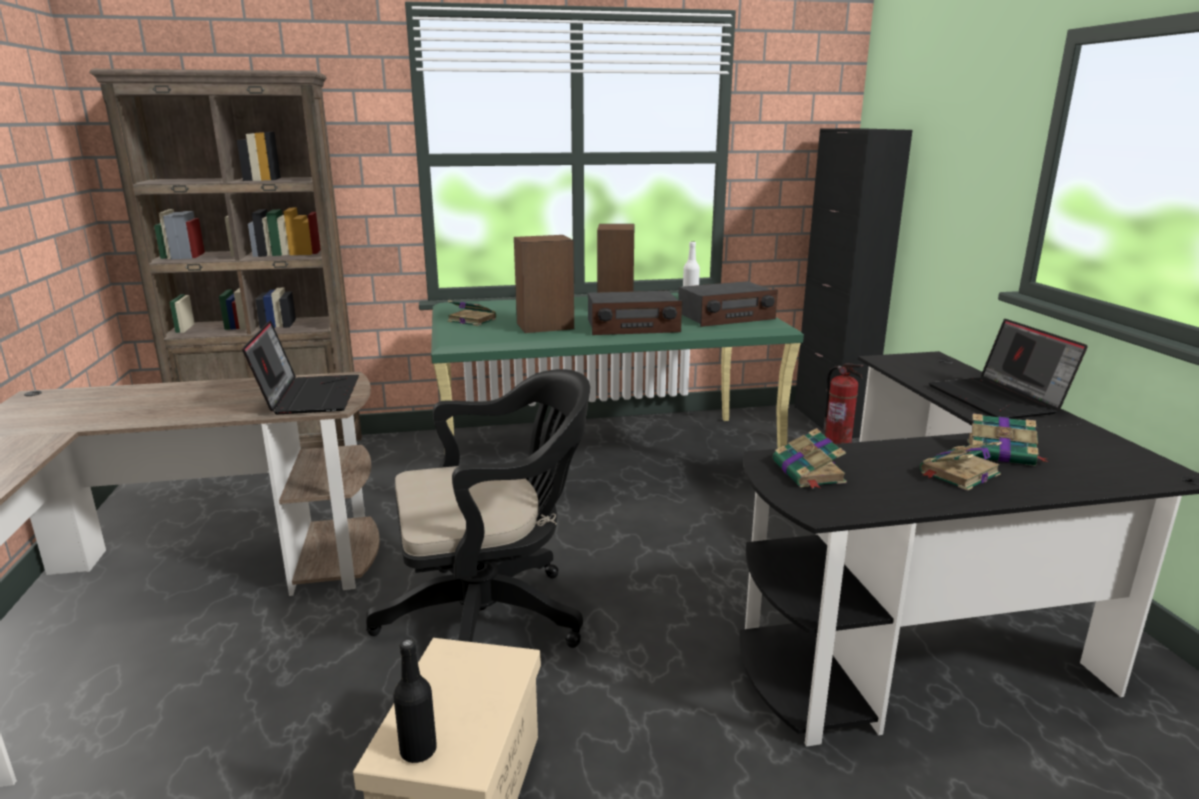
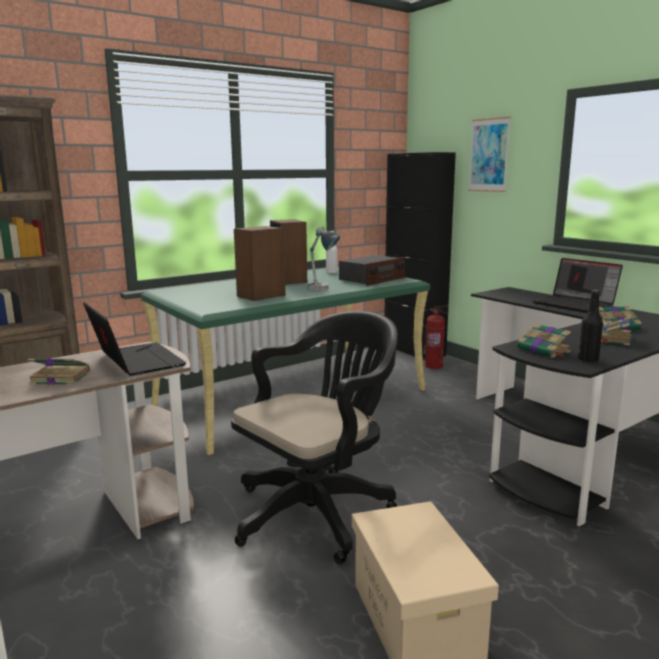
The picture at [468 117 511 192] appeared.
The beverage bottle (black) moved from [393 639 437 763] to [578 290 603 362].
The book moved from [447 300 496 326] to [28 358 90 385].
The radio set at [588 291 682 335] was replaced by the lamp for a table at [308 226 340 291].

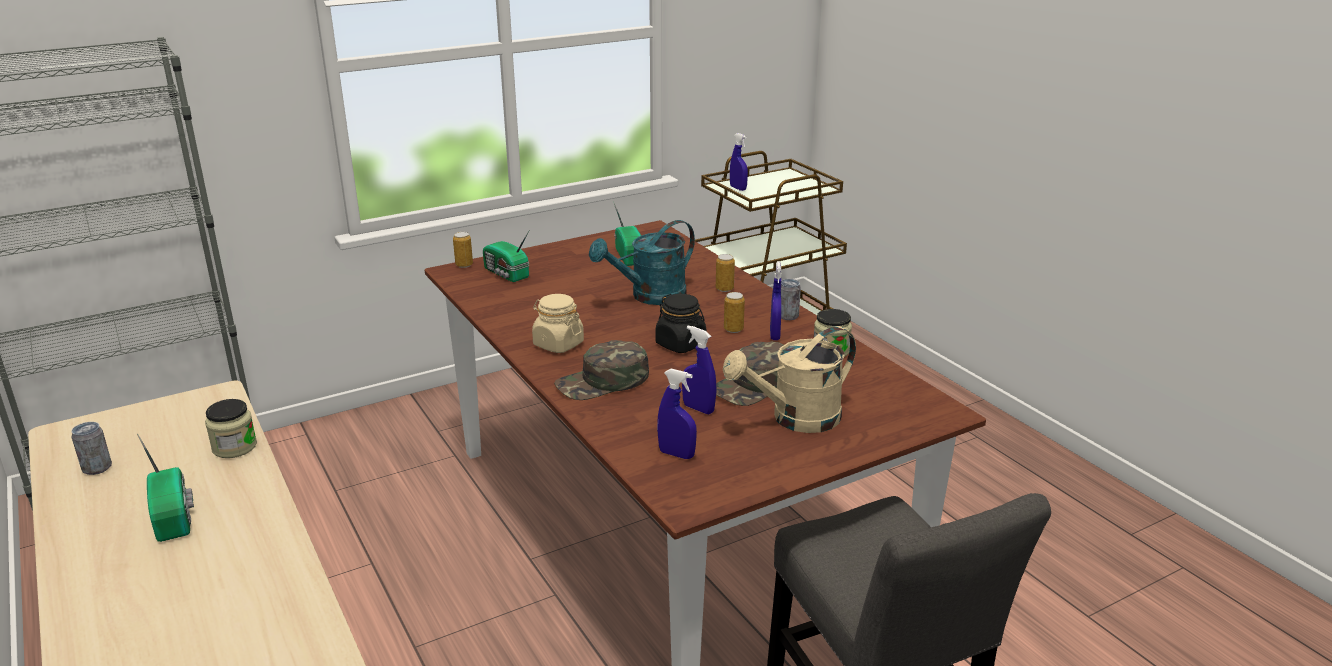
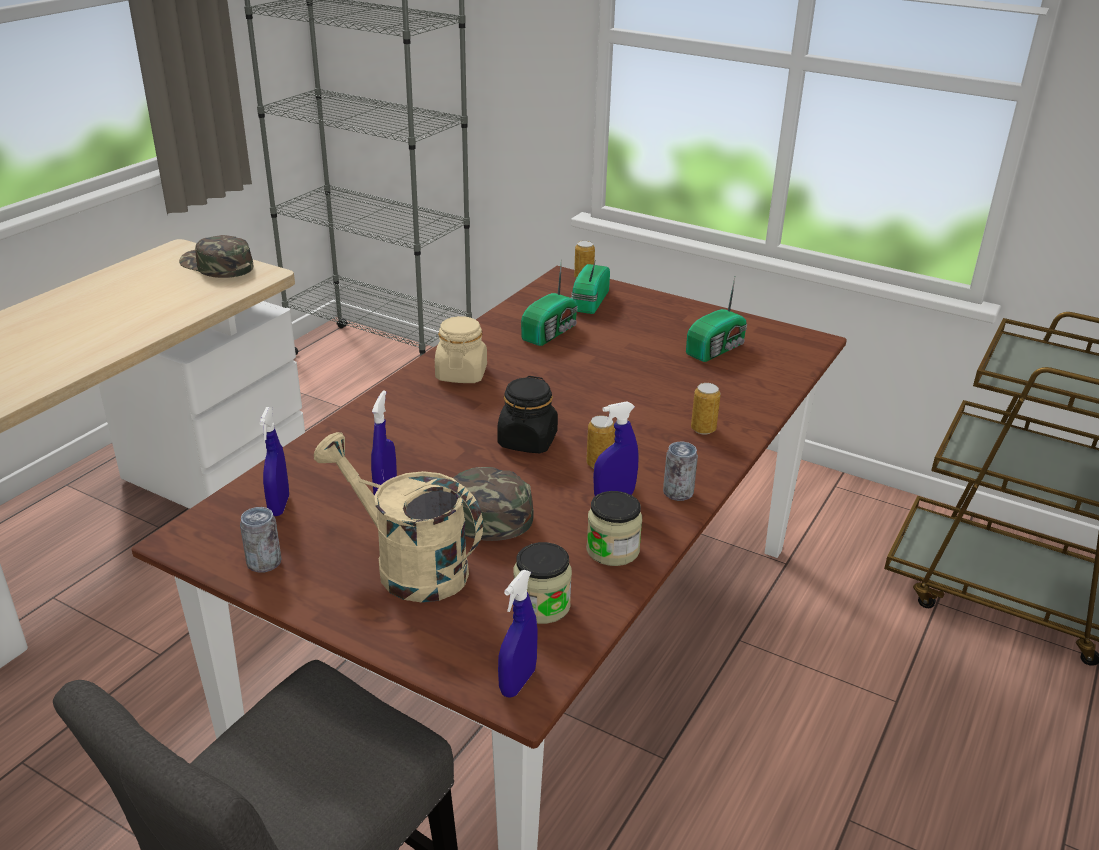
The watering pot (turquoise-coloured) at [589 220 695 305] disappeared.
The sealed can moved from [71 422 112 475] to [240 507 281 573].
The radio set moved from [137 434 194 542] to [521 260 578 346].
The storage jar moved from [205 399 257 458] to [513 542 572 624].
The baseball cap (greenish) moved from [554 340 649 400] to [179 235 253 278].
The spray bottle (blue) moved from [730 133 748 191] to [498 570 538 698].

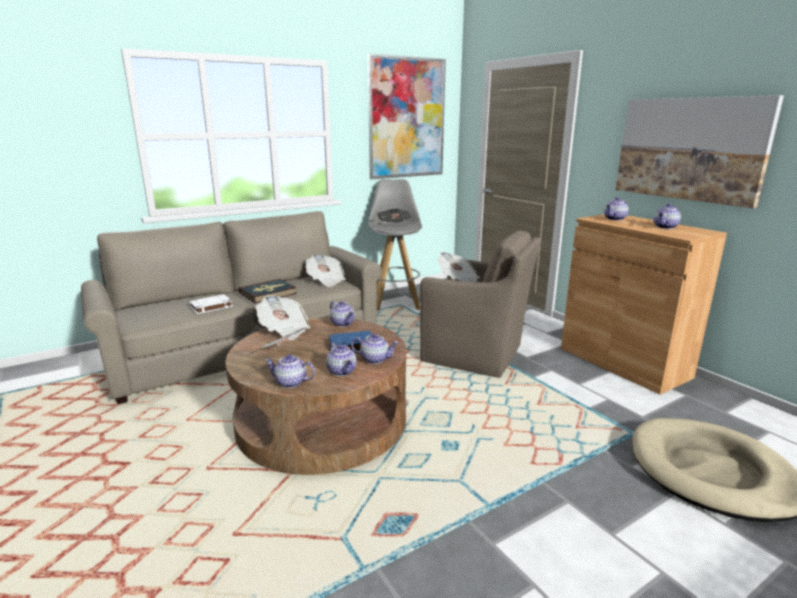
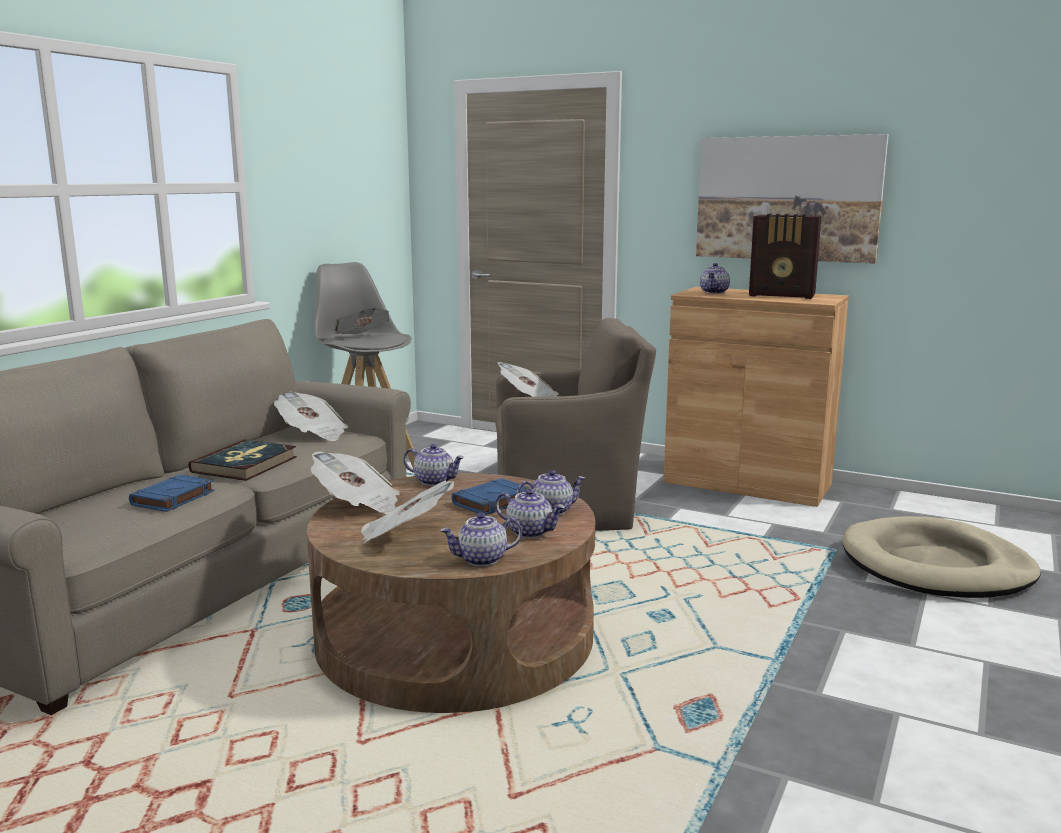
The picture at [367 54 446 179] disappeared.
The teapot at [654 204 681 229] was replaced by the radio set at [749 214 821 299].
The book (whitish) at [189 294 233 314] became the book (blue) at [129 475 215 512].

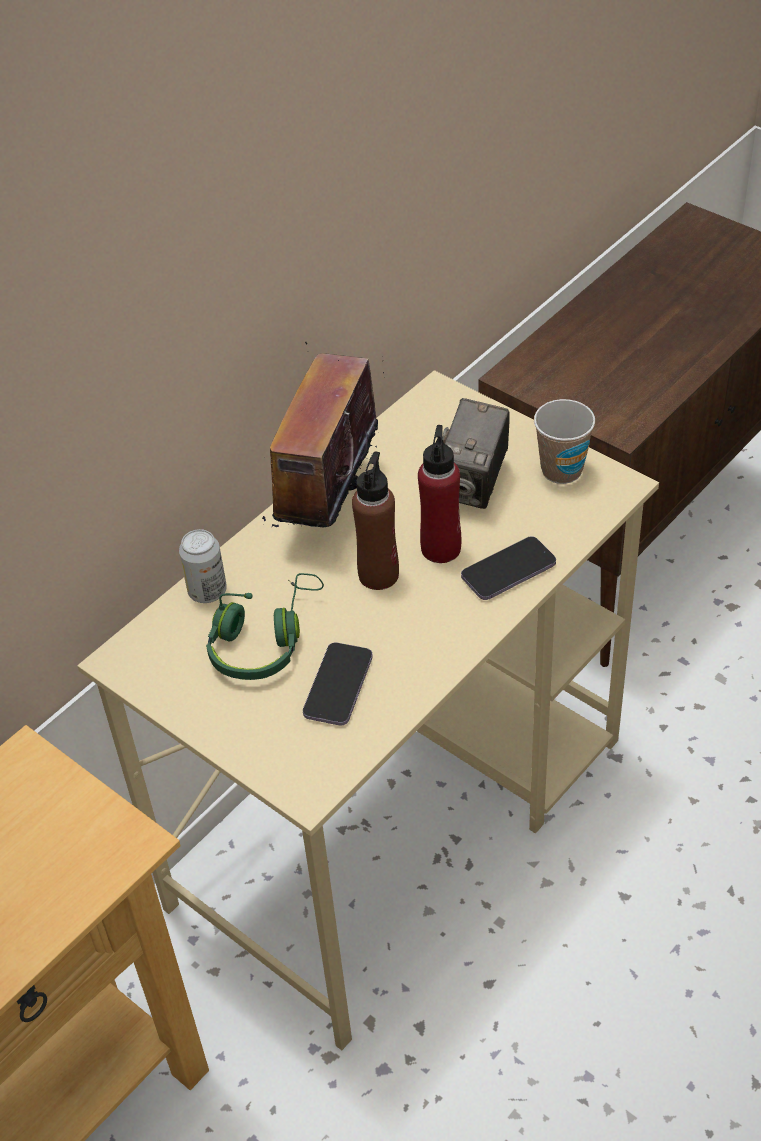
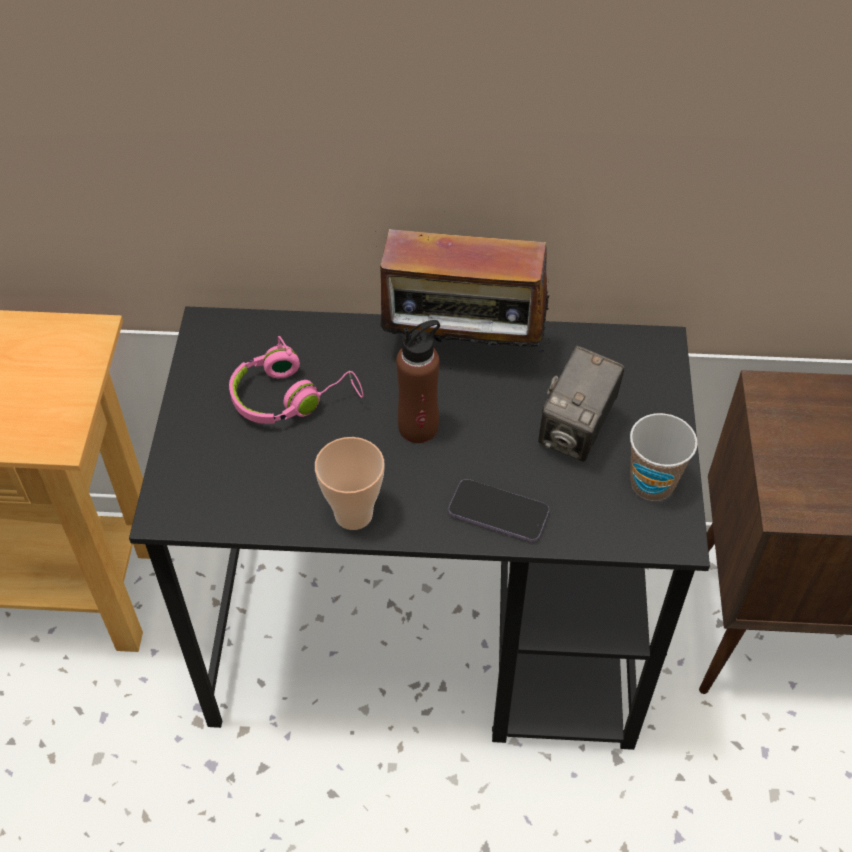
The sealed can at [179 529 227 603] disappeared.
The telephone at [303 643 373 726] disappeared.
The beverage bottle (red) at [418 425 461 563] disappeared.
The cup at [315 437 385 530] appeared.
The desk unit (beige-coloured) at [77 370 659 1050] became the desk unit (black) at [129 306 710 750].
The pair of headphones (greenish) at [206 573 324 680] became the pair of headphones (pinkish) at [229 336 363 424].
The radio set at [262 341 385 528] turned 150 degrees counterclockwise.
The still camera at [443 398 510 509] turned 45 degrees counterclockwise.

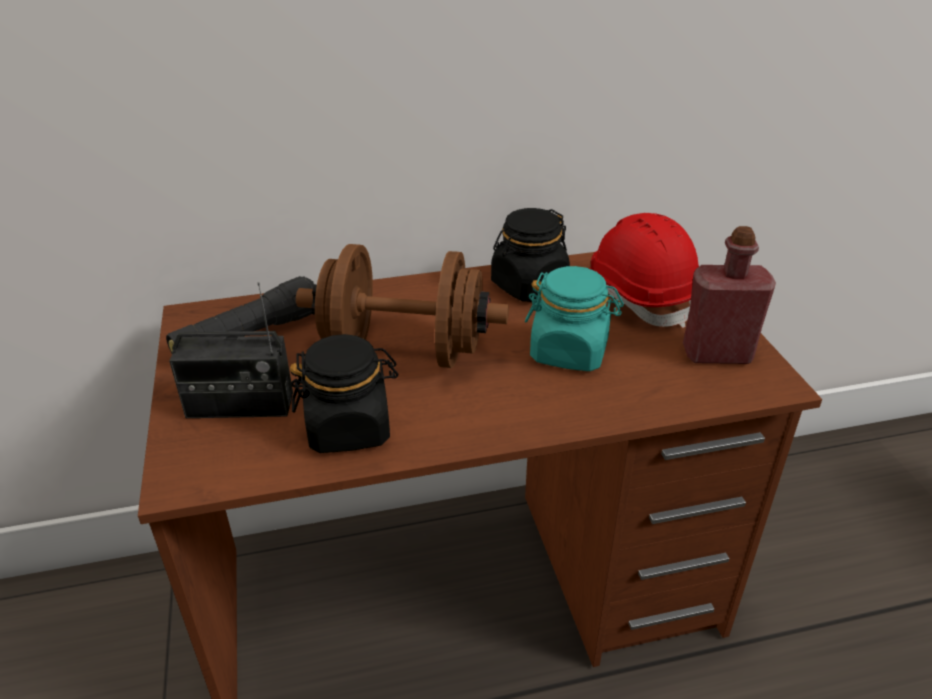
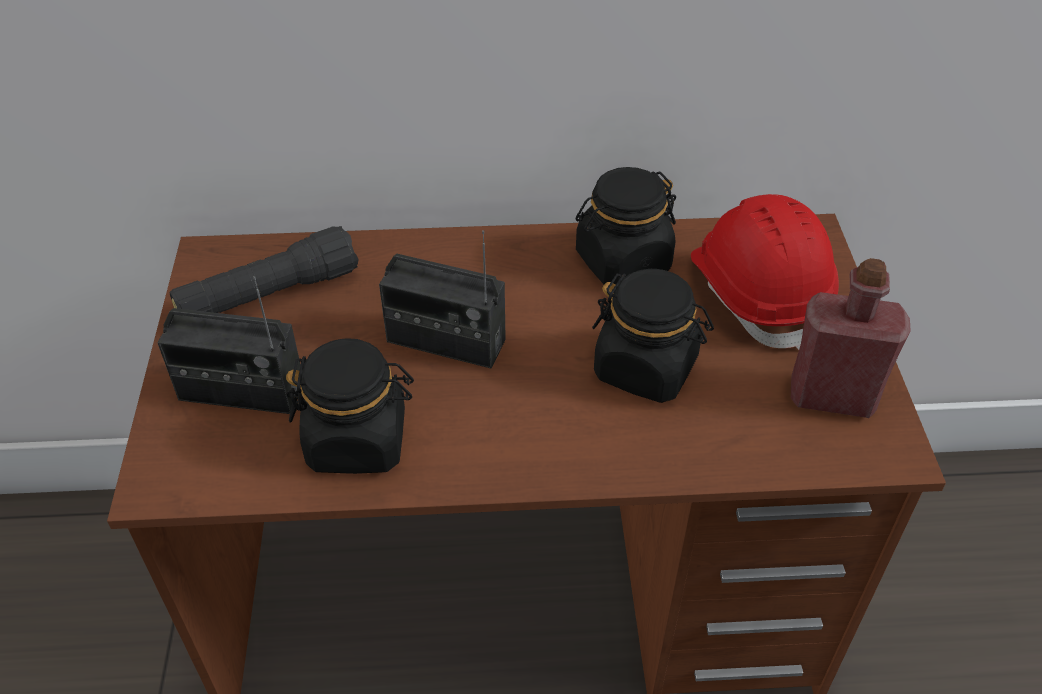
The dumbbell (brown) at [296 244 509 368] was replaced by the radio set at [379 230 506 368].
The storage jar (turquoise-coloured) at [525 266 624 371] became the storage jar (black) at [592 269 714 403].

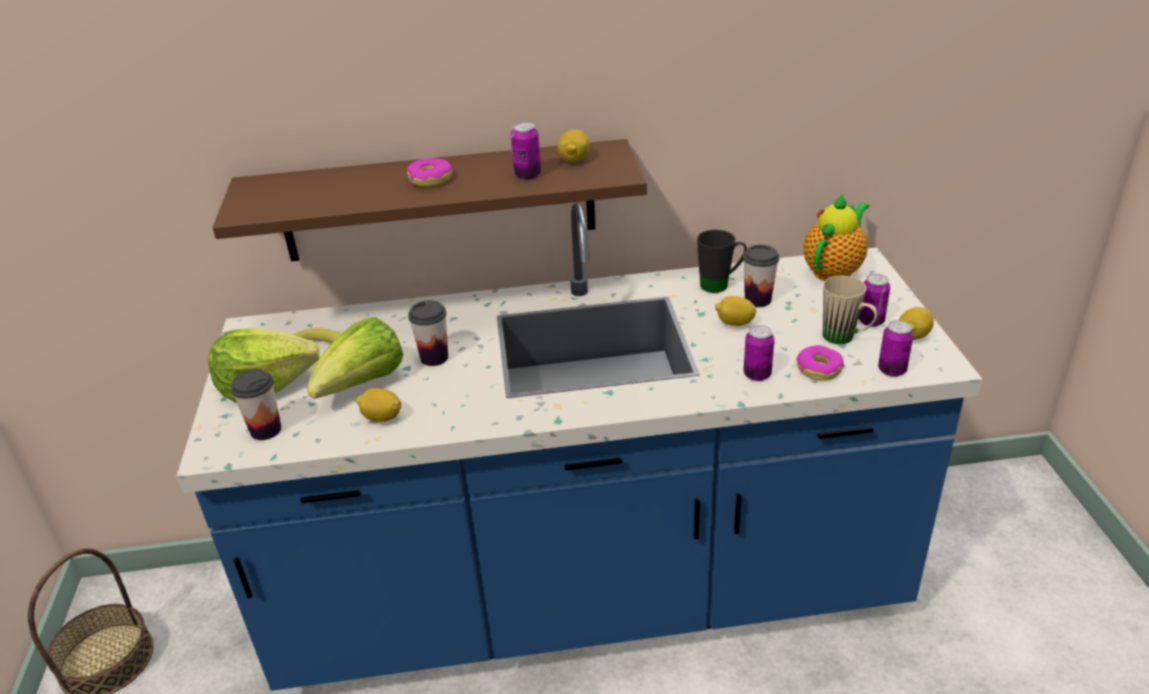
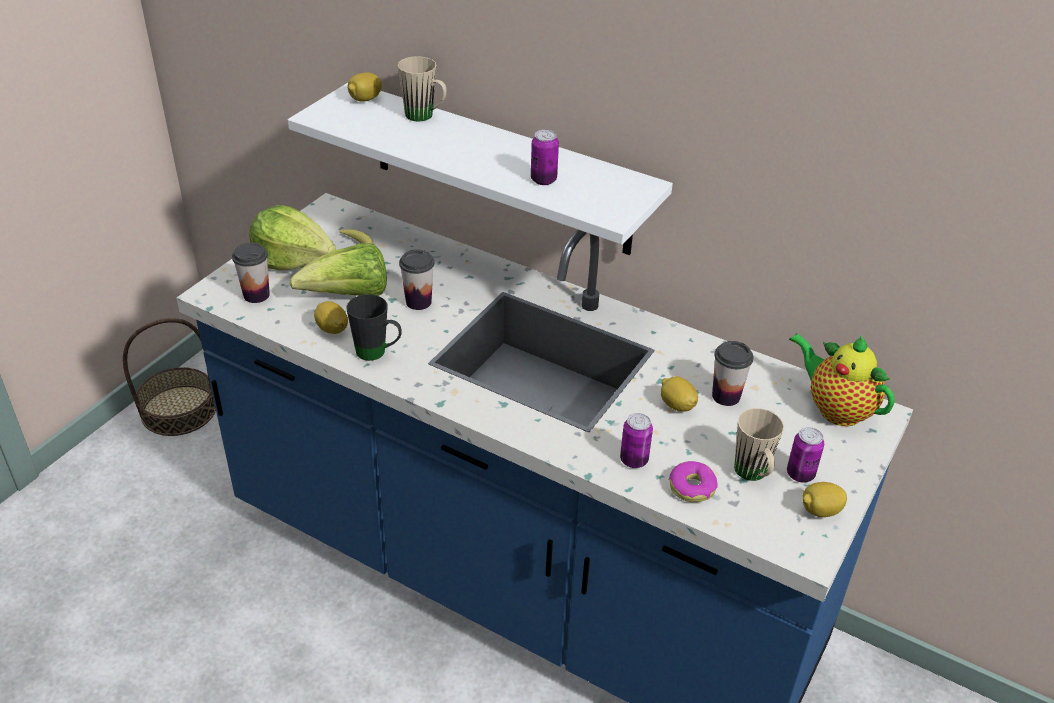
The ring doughnut at [407 158 453 187] disappeared.
The sealed can at [878 320 914 377] disappeared.
The coffee mug (beige-coloured) at [398 56 447 122] appeared.
The citrus fruit moved from [557 129 589 162] to [348 72 382 102].
The coffee mug (black) moved from [697 230 747 293] to [347 294 402 361].
The shelf (brown) at [213 139 647 261] became the shelf (whitish) at [288 83 673 255].
The teapot at [804 194 869 281] turned 120 degrees counterclockwise.

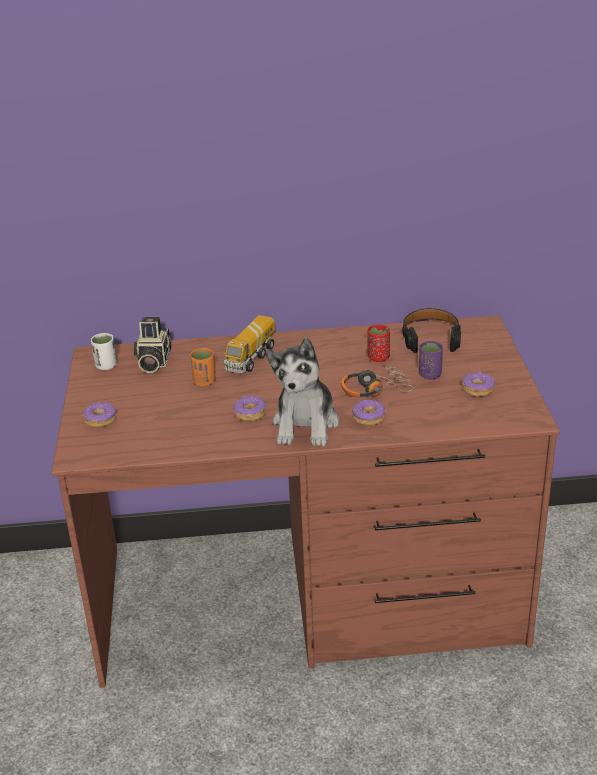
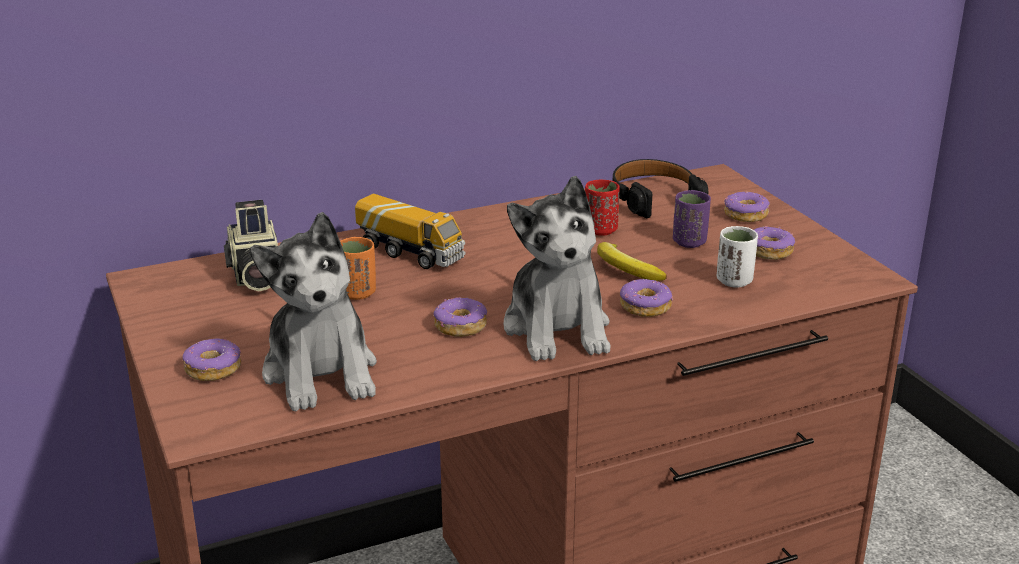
The plush toy at [250 212 377 412] appeared.
The ring doughnut at [724 192 770 222] appeared.
The cup (whitish) moved from [91 333 117 370] to [717 226 758 287].
The pair of headphones at [341 364 414 398] was replaced by the whole banana at [597 242 667 281].
The toy truck at [224 315 275 374] turned 60 degrees counterclockwise.

